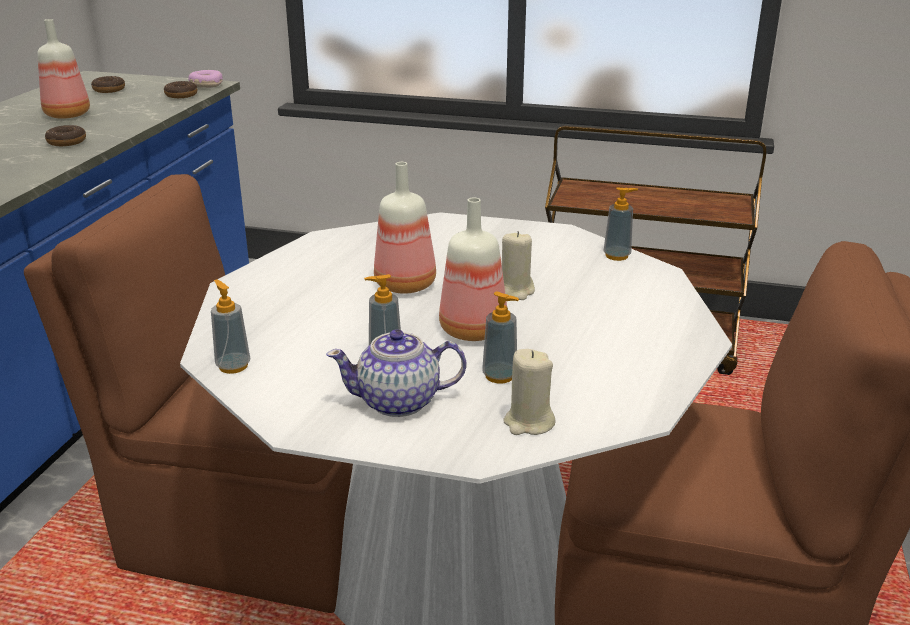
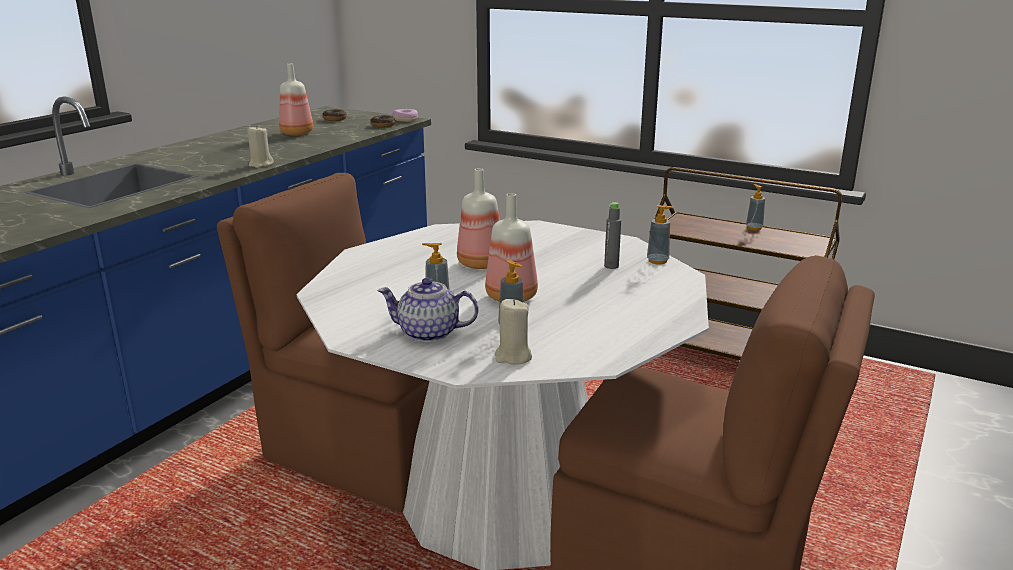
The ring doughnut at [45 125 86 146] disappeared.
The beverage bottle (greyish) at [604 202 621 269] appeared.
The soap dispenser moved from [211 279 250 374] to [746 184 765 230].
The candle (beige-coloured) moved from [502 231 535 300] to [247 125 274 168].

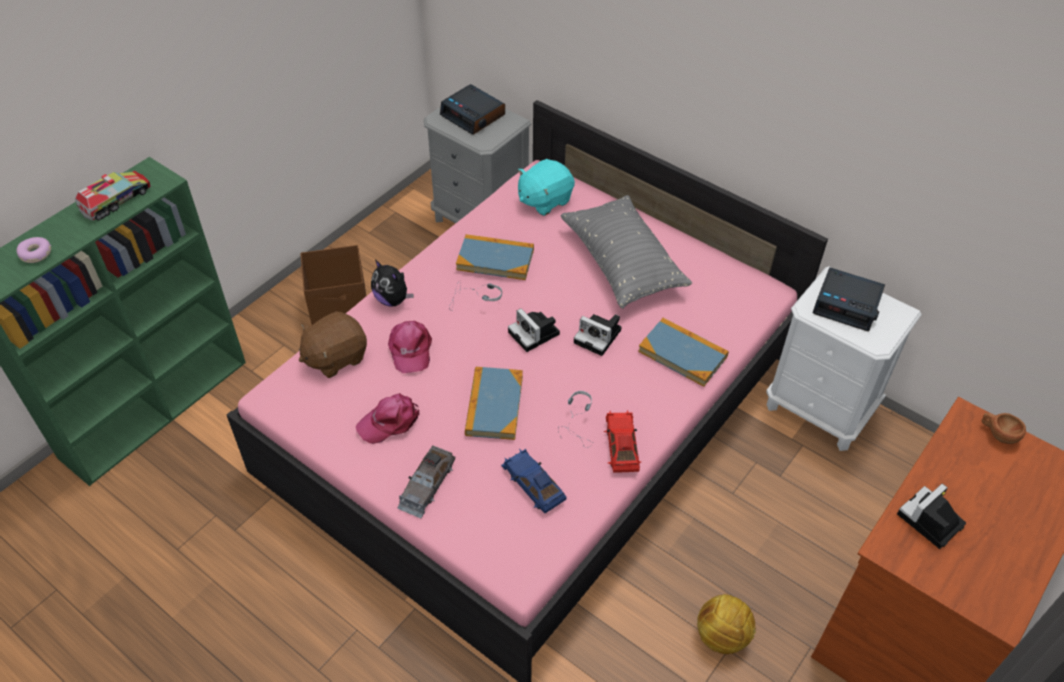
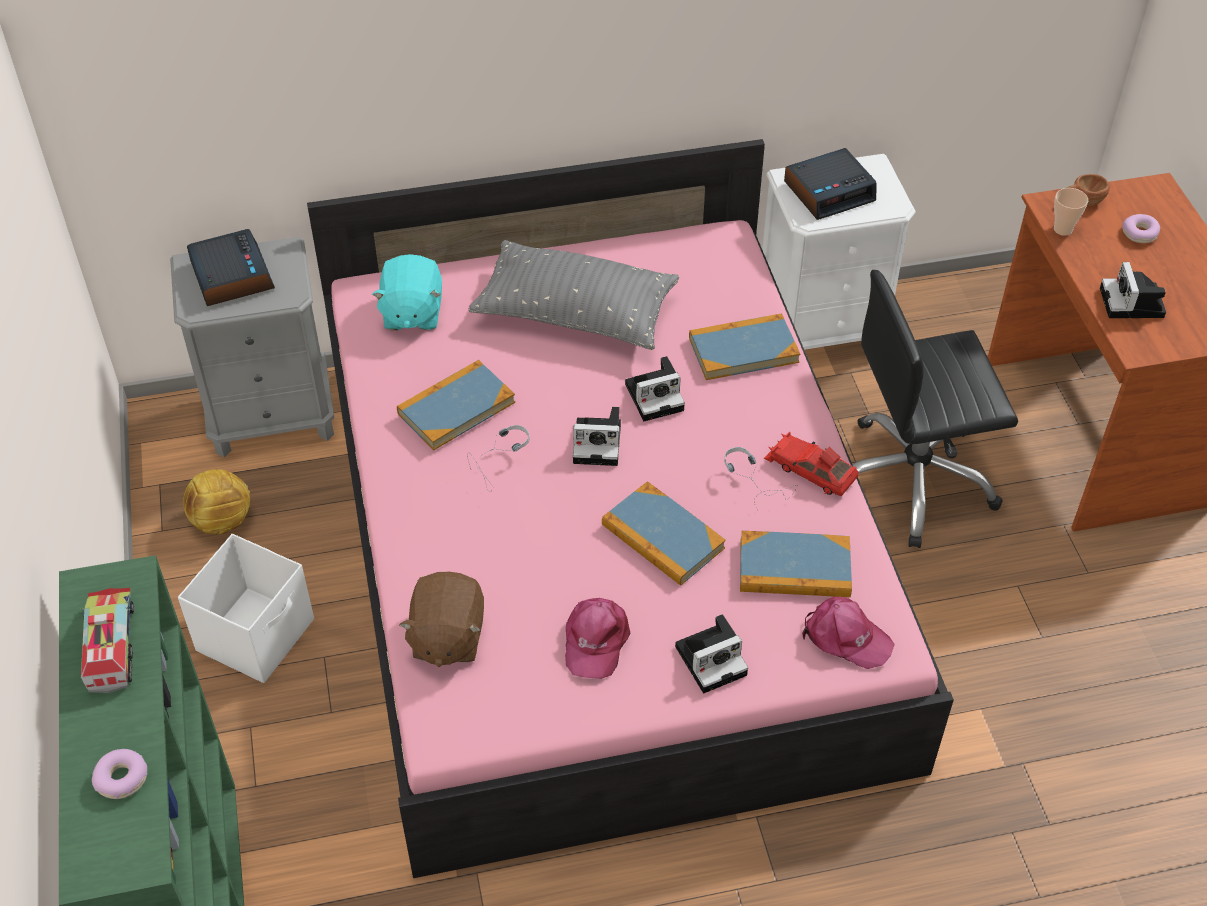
The plush toy at [371 260 413 307] disappeared.
The office chair (black) at [852 270 1018 548] appeared.
The cup at [1054 188 1088 236] appeared.
The ring doughnut at [1122 214 1160 243] appeared.
The baseball cap (pinkish) moved from [388 321 432 373] to [802 597 895 669].
The football ball moved from [697 594 756 654] to [183 469 250 535].
The model car (greyish) at [397 445 455 519] was replaced by the still camera at [675 614 748 693].
The model car (blue) at [501 449 567 513] was replaced by the book at [740 531 852 597].
The storage bin (brown) at [300 245 366 325] became the storage bin (whitish) at [178 534 314 683].
The table clock at [440 84 505 135] turned 105 degrees counterclockwise.

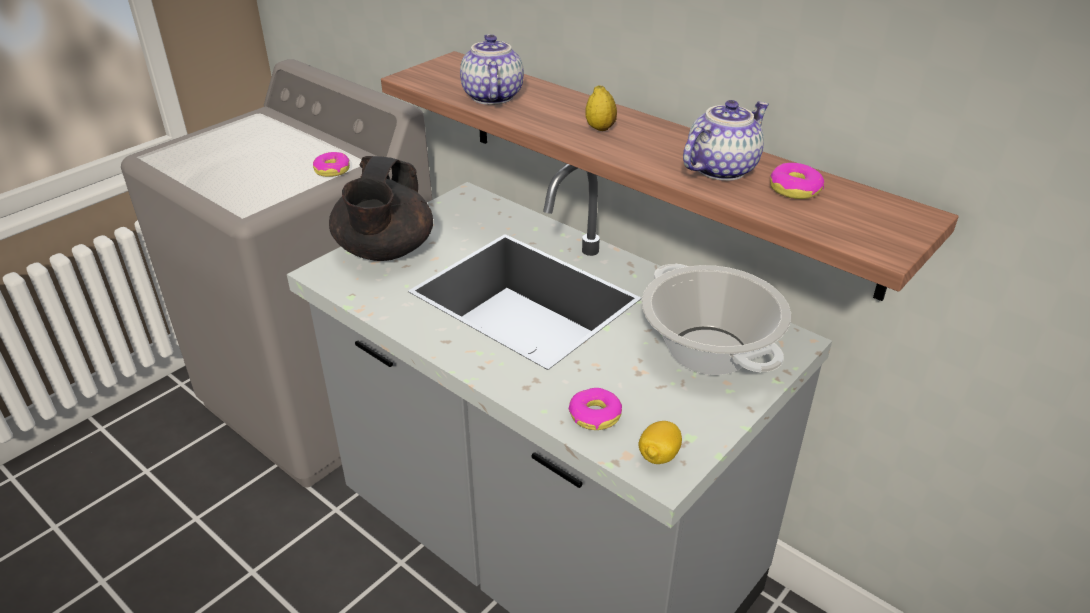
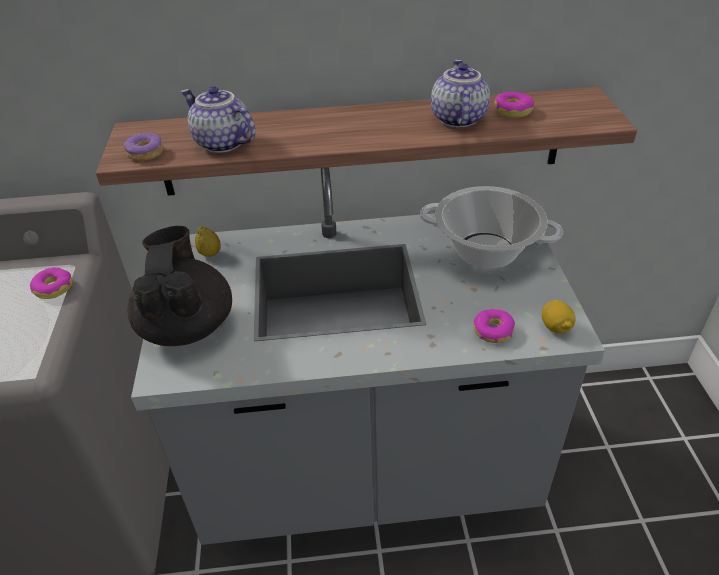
The ring doughnut at [124 132 164 161] appeared.
The citrus fruit moved from [585 86 617 131] to [195 226 220 257].
The teapot (black) at [329 156 433 261] turned 150 degrees counterclockwise.

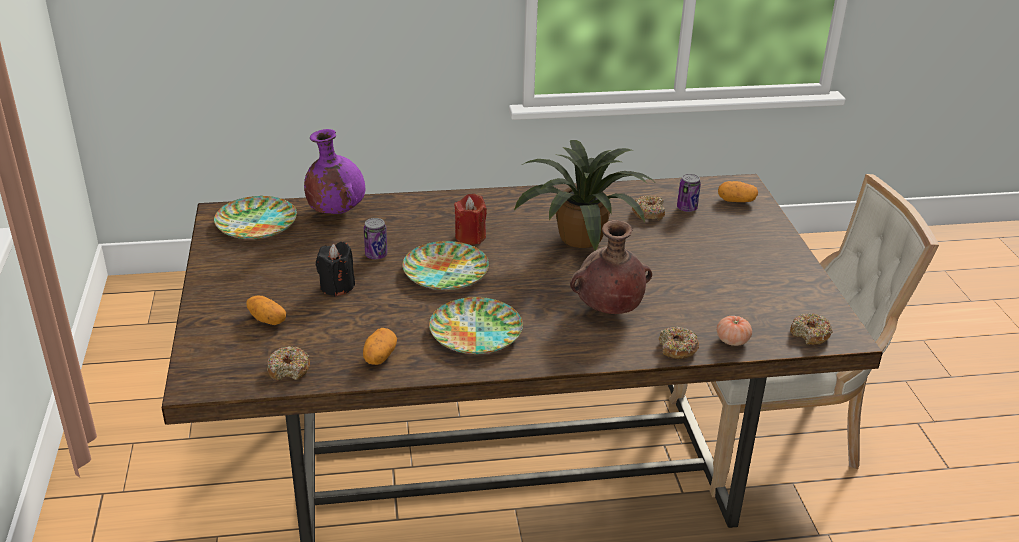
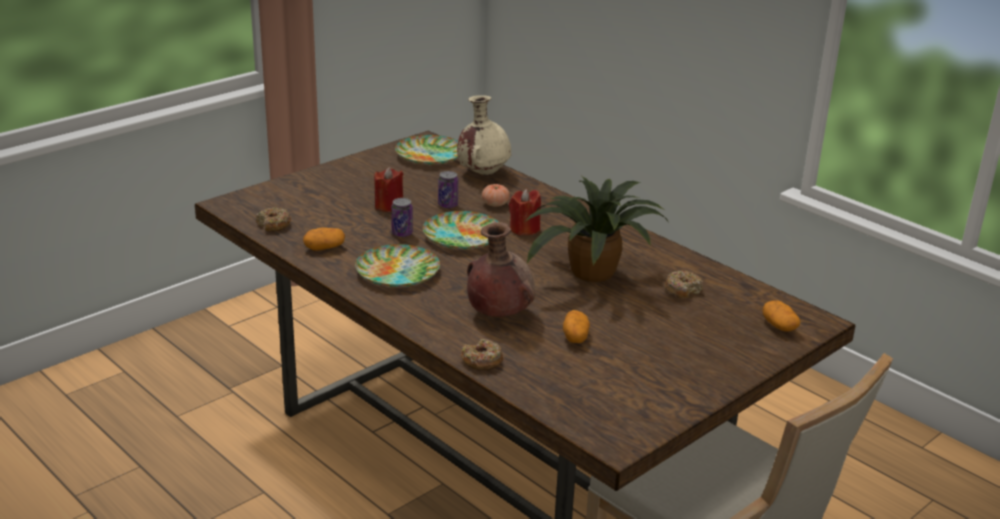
The ring doughnut at [790 313 833 345] disappeared.
The potato moved from [246 296 286 325] to [563 310 590 343].
The sealed can moved from [677 173 701 212] to [391 198 413 237].
The whole tomato moved from [717 316 752 346] to [482 184 510 207].
The flower vase (purple) at [304 129 365 214] became the flower vase (beige-coloured) at [457 95 511 175].
The candle (black) at [316 242 355 297] became the candle (red) at [374 167 403 212].

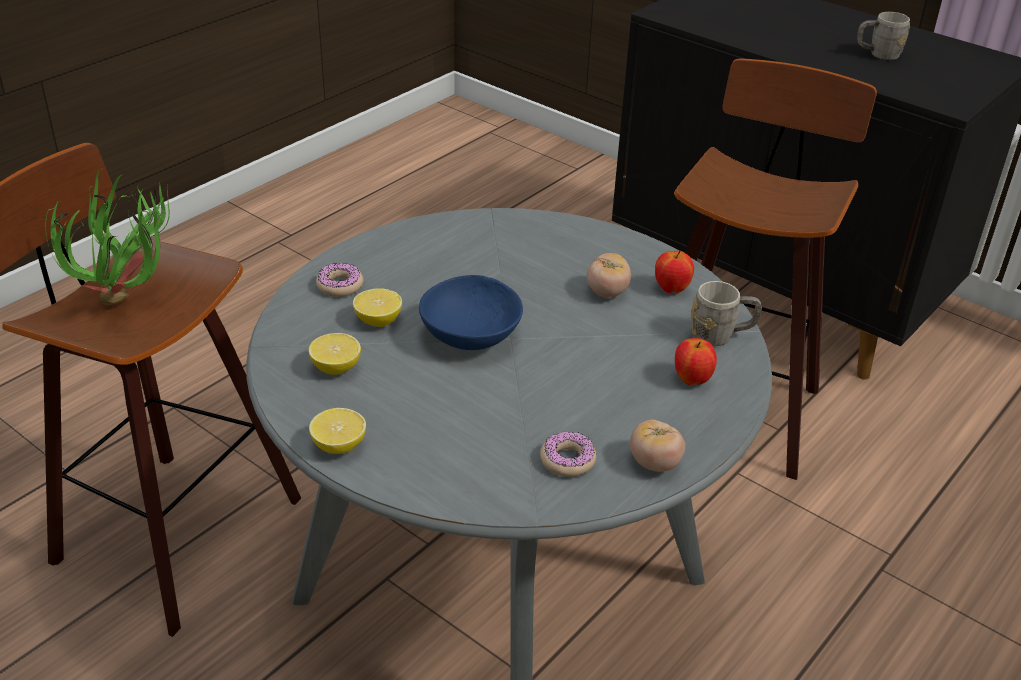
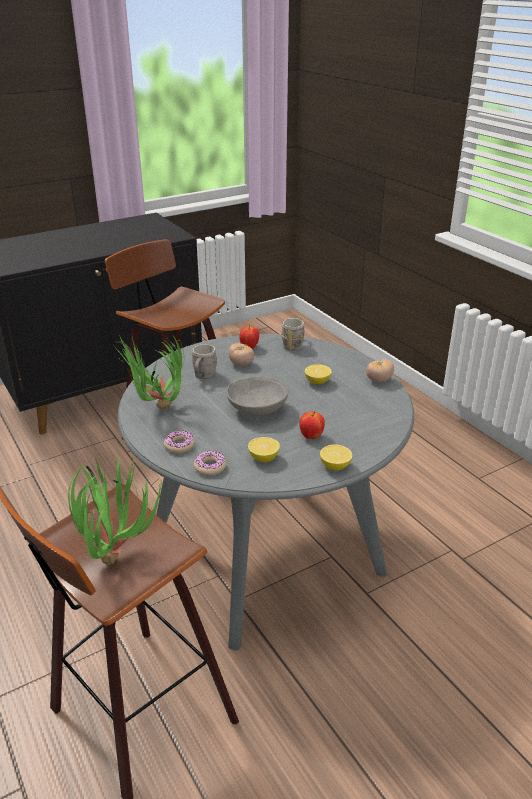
The potted plant at [113 335 184 410] appeared.
The citrus fruit moved from [353 288 402 327] to [305 364 332 384].
The ring doughnut moved from [540 432 596 477] to [194 451 226 476].
The apple moved from [675 338 717 385] to [299 411 325 439].
The coffee mug (greyish) moved from [857 12 910 60] to [192 344 217 379].
The deep dish (blue) at [419 275 523 350] became the deep dish (greyish) at [226 377 288 416].

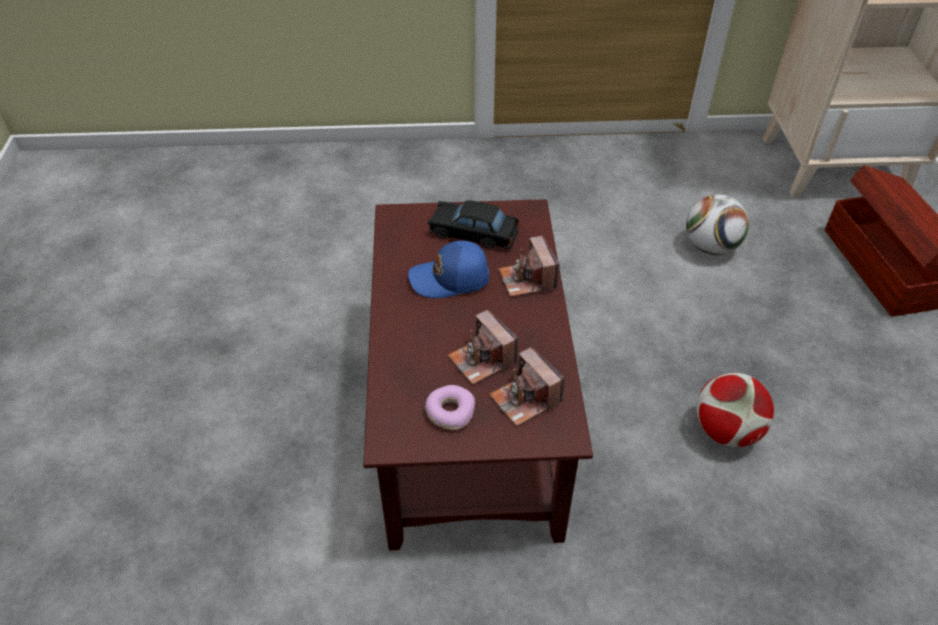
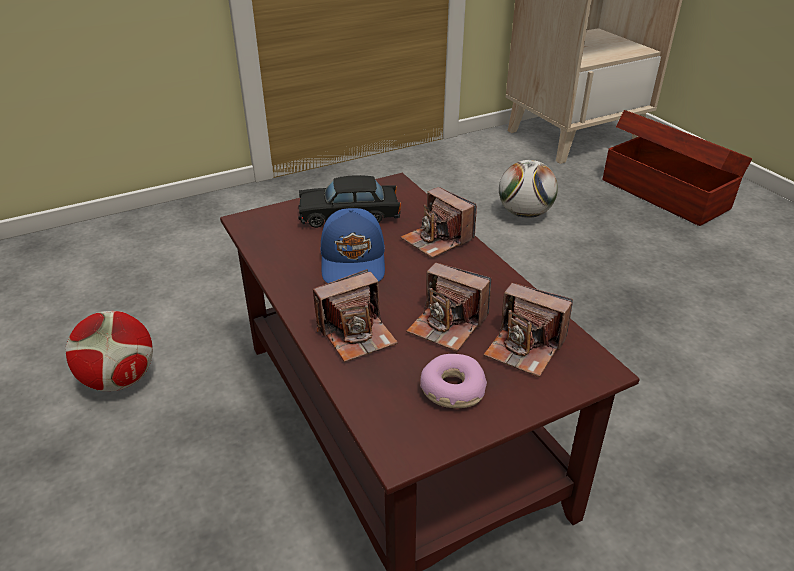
The still camera at [313 269 398 362] appeared.
The football ball moved from [696 373 774 447] to [65 311 153 391].
The baseball cap (blue) at [408 241 489 298] turned 60 degrees counterclockwise.

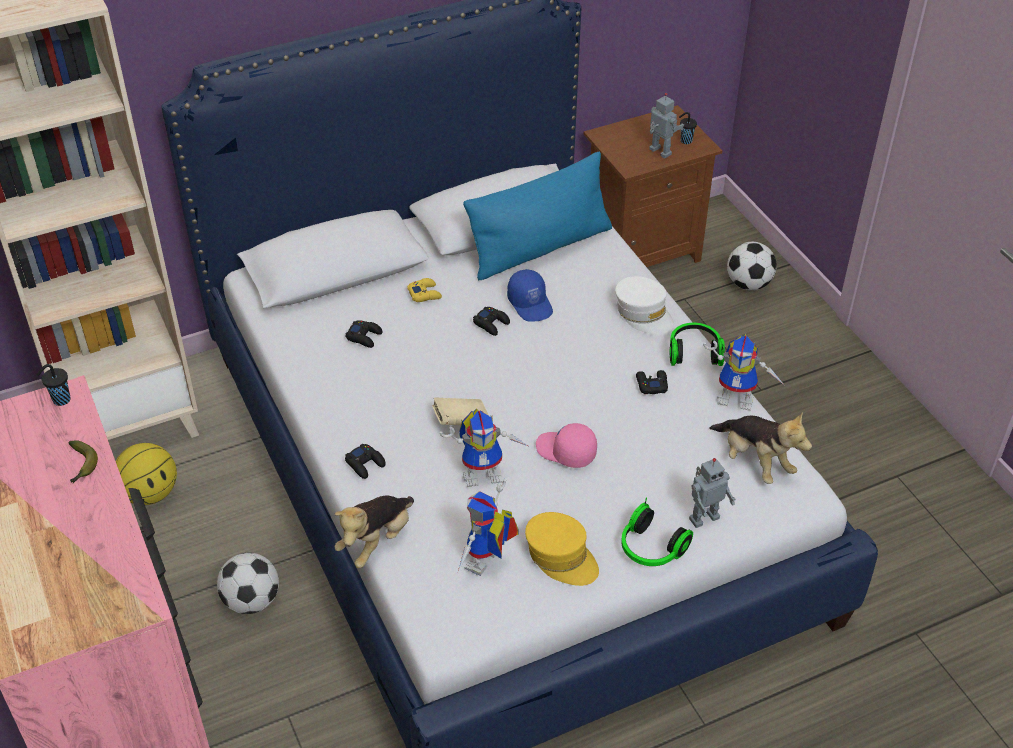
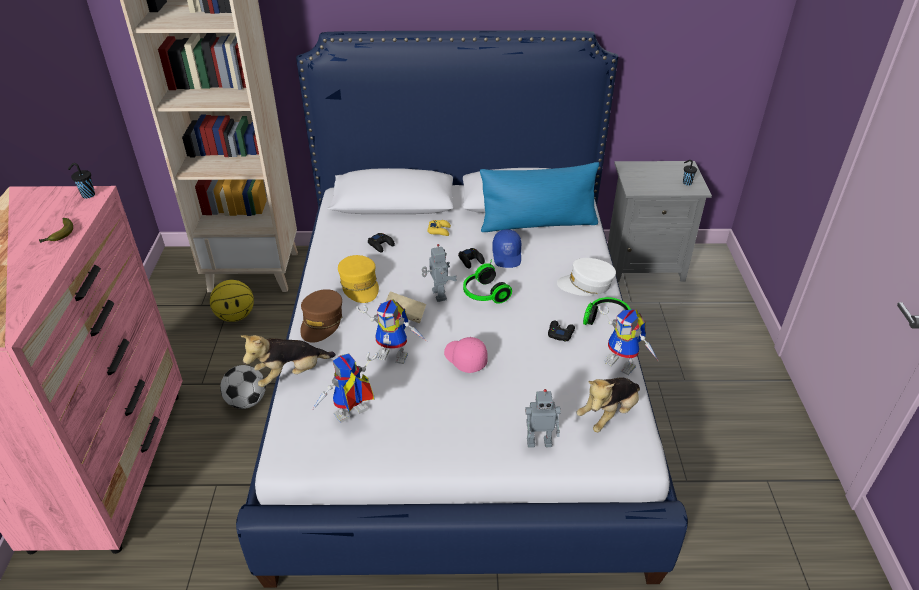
The football ball at [727 242 777 290] disappeared.
The baseball cap (yellow) moved from [525 512 599 586] to [338 255 379 303].
The pair of headphones moved from [621 498 693 566] to [463 260 512 304].
The model robot moved from [649 93 684 159] to [422 244 457 302].
The joypad (black) at [345 444 386 479] was replaced by the baseball cap (brown) at [300 289 342 343].
The bedside table (brown) at [584 105 722 267] became the bedside table (greyish) at [608 161 712 282].
The baseball cap (whitish) at [615 276 674 336] turned 105 degrees clockwise.
The plush toy at [709 412 812 484] turned 60 degrees clockwise.

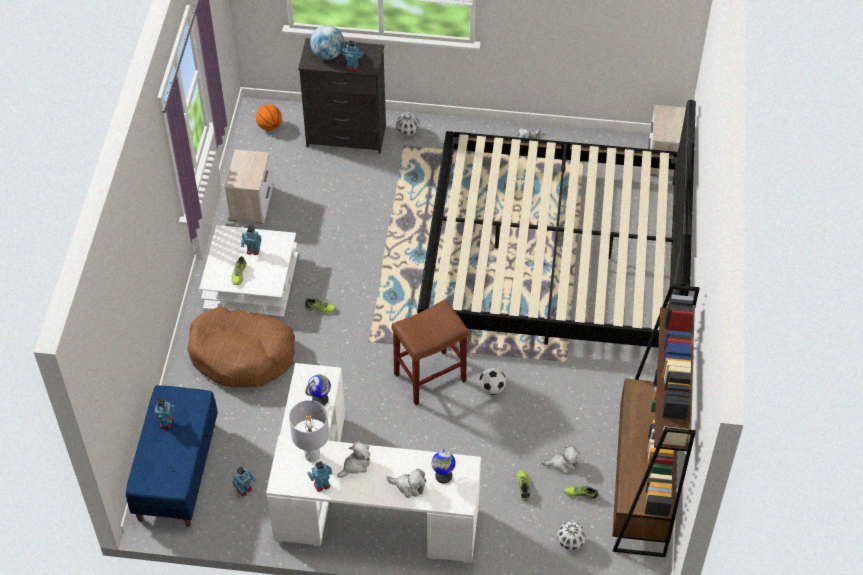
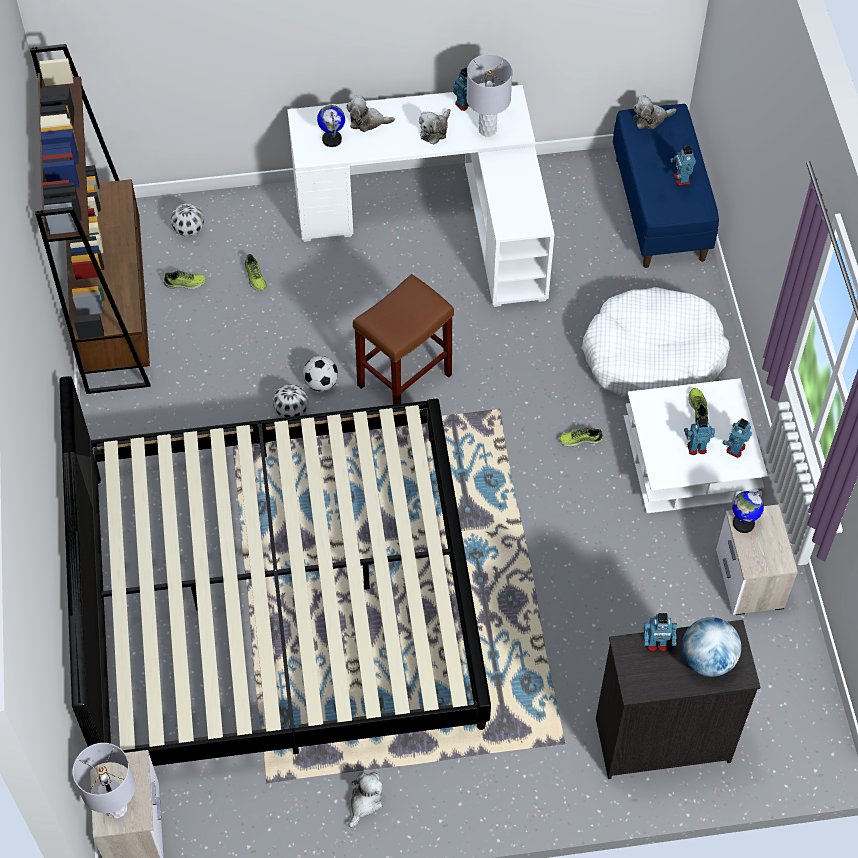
The ball for basketball at [256 105 282 131] disappeared.
The lamp for a table (greyish) at [73 743 135 818] appeared.
The model robot moved from [233 467 257 496] to [722 419 752 458].
The desk globe moved from [305 375 331 406] to [732 491 764 533].
The football ball moved from [396 113 420 136] to [273 384 308 418].
The plush toy moved from [541 445 581 474] to [633 95 676 129].
The pet bed (brown) at [187 307 295 387] became the pet bed (whitish) at [582 287 730 397].

